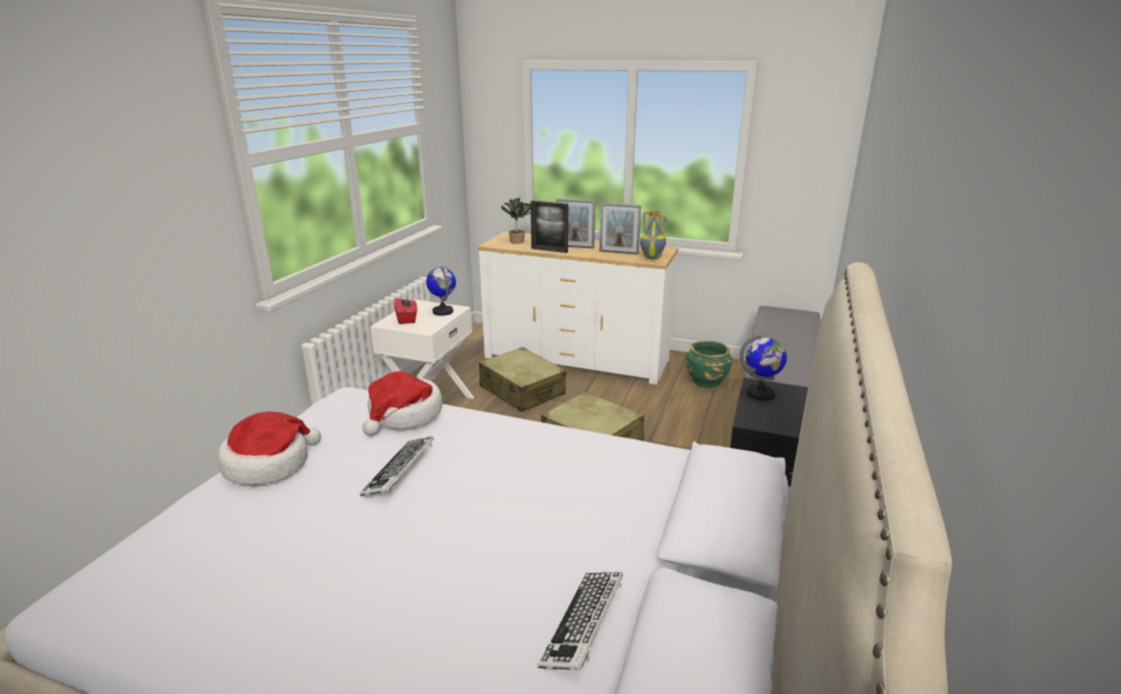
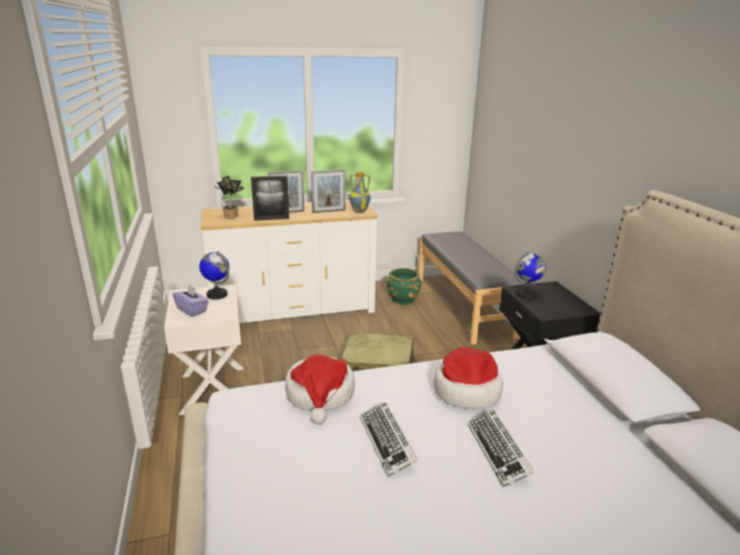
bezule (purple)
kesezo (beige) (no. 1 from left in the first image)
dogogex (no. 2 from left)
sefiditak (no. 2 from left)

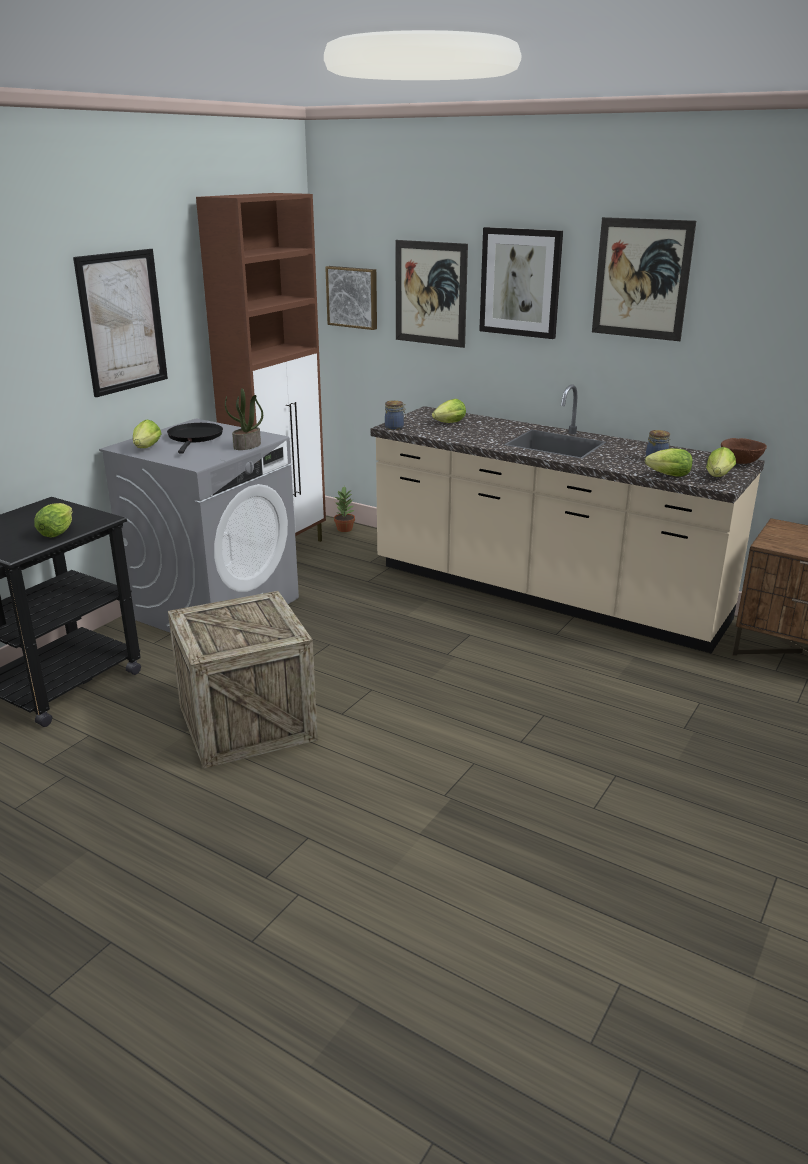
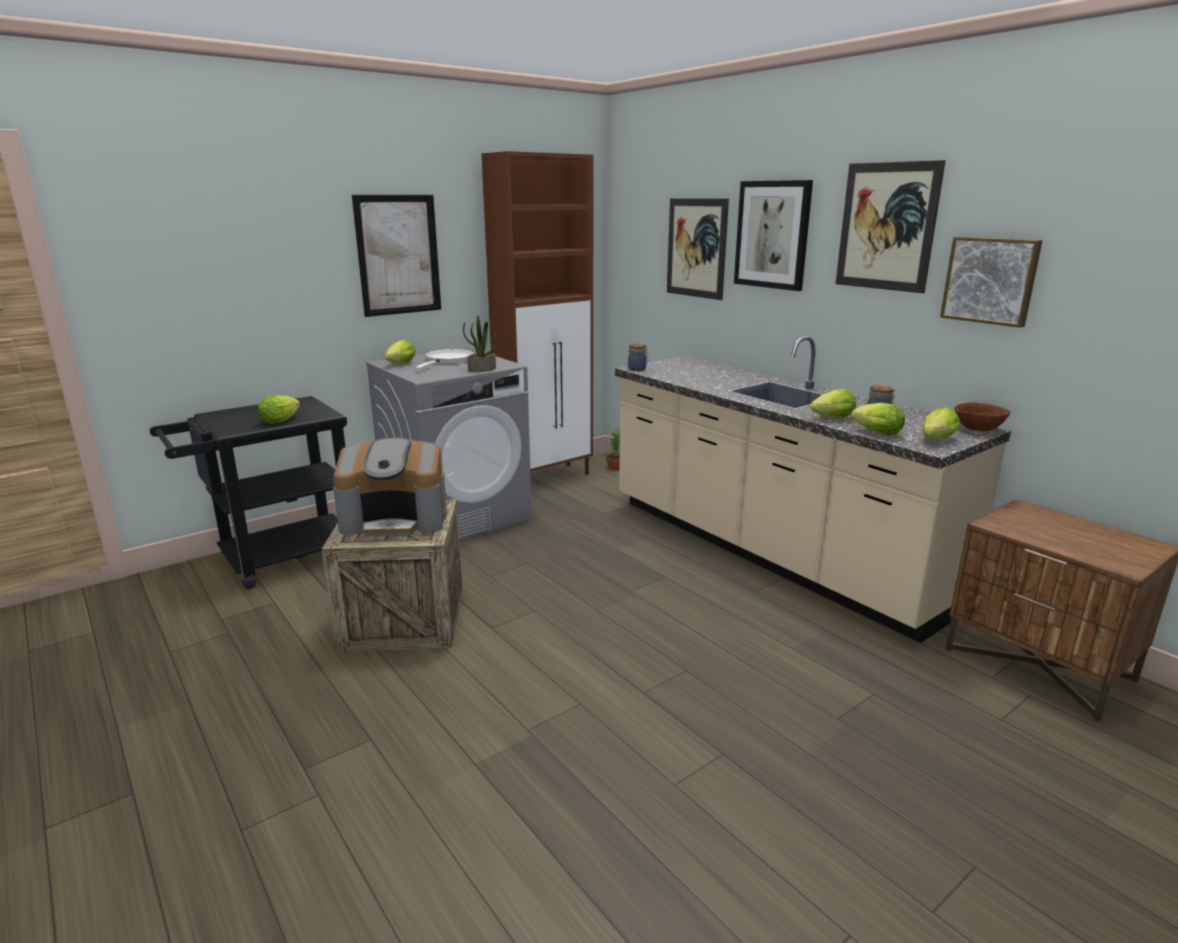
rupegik (no. 5 from left)
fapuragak (no. 3 from left)
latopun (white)
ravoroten

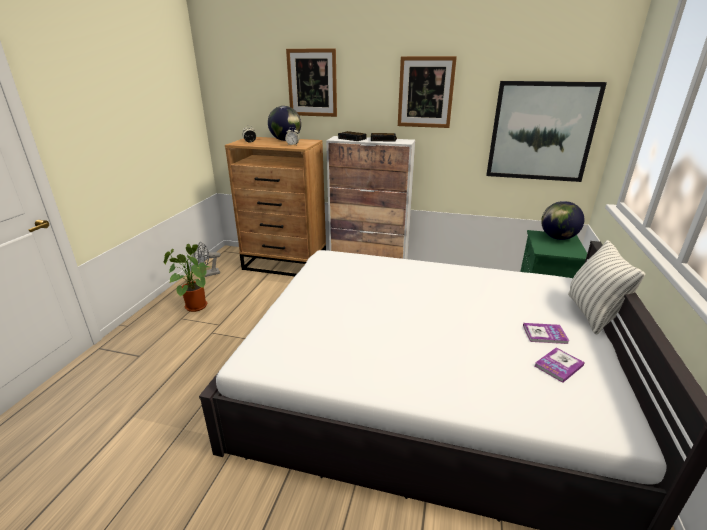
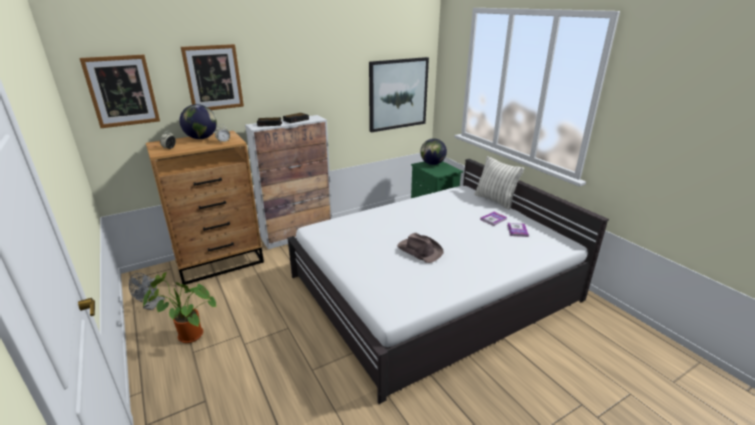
rupegik (no. 1 from left)
dogogex (brown)

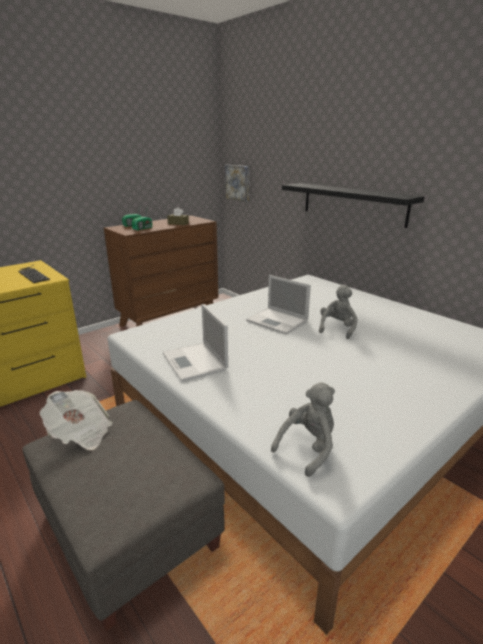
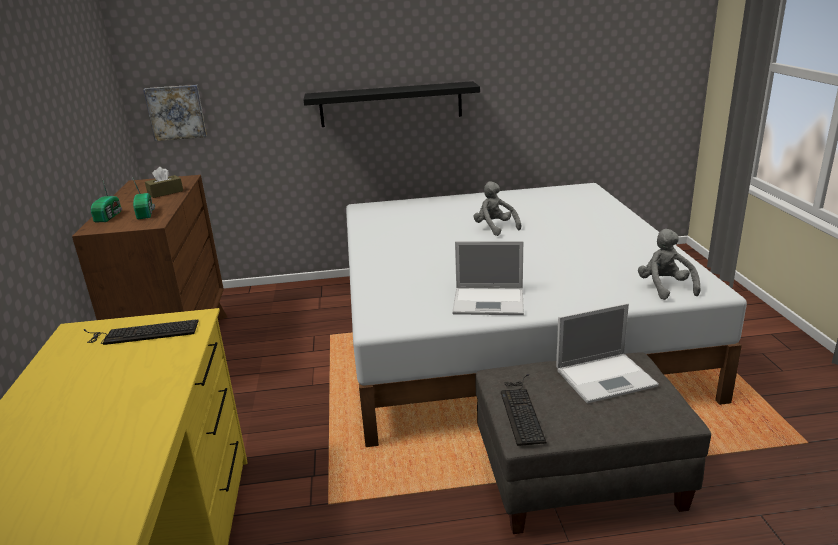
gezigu (no. 2 from left)
sefiditak (no. 2 from left)

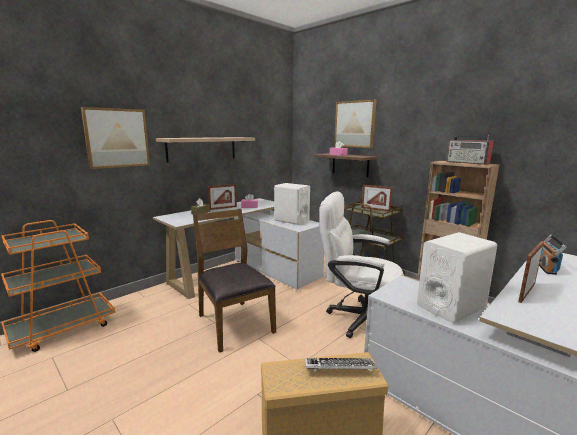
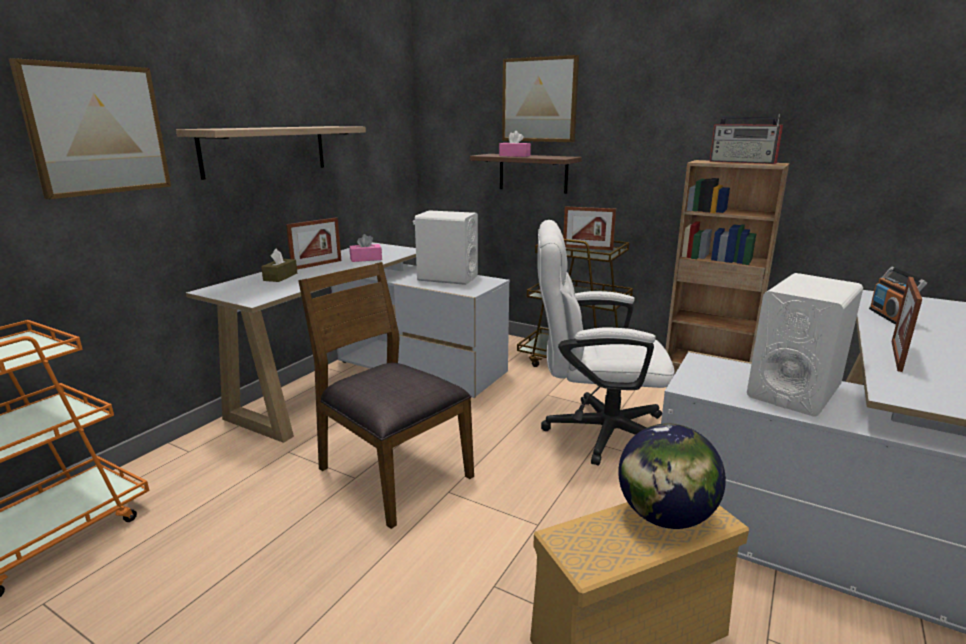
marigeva

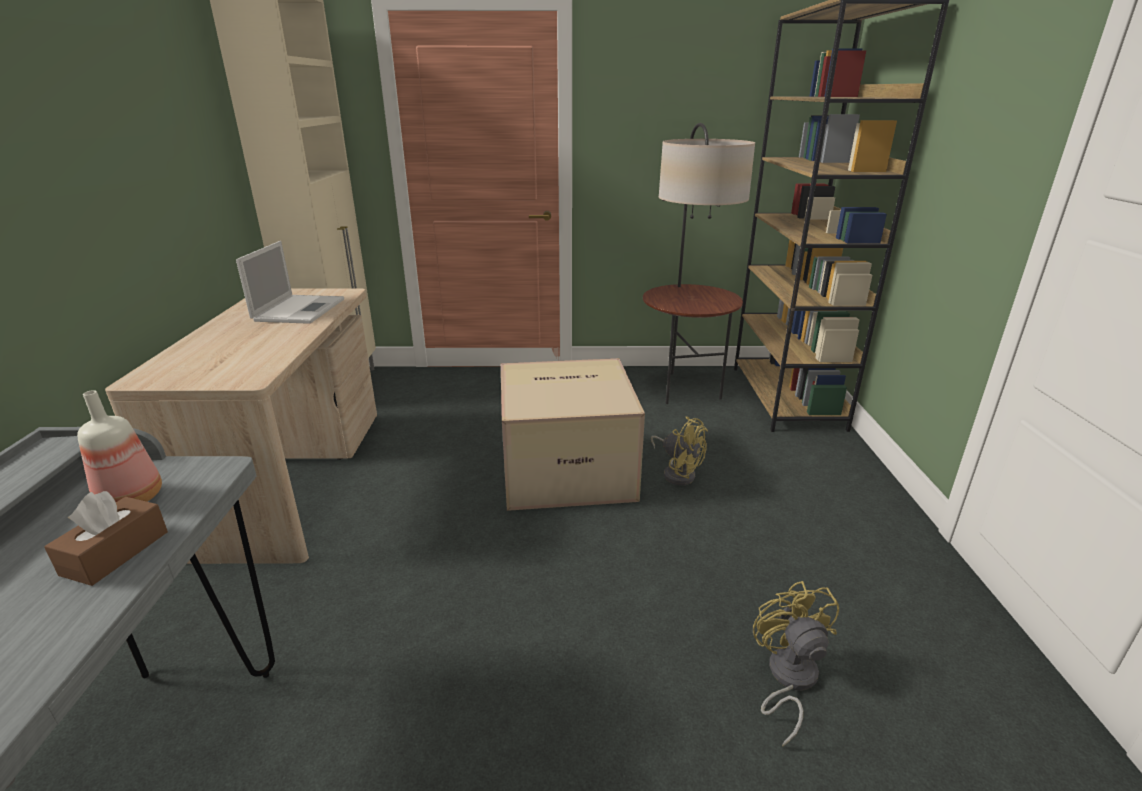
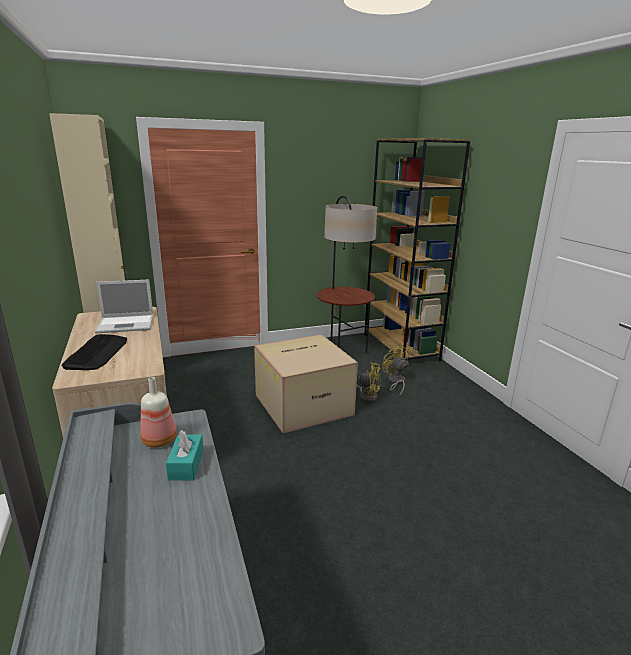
gezigu
bezule (turquoise)
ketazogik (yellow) (no. 2 from left)
sefiditak

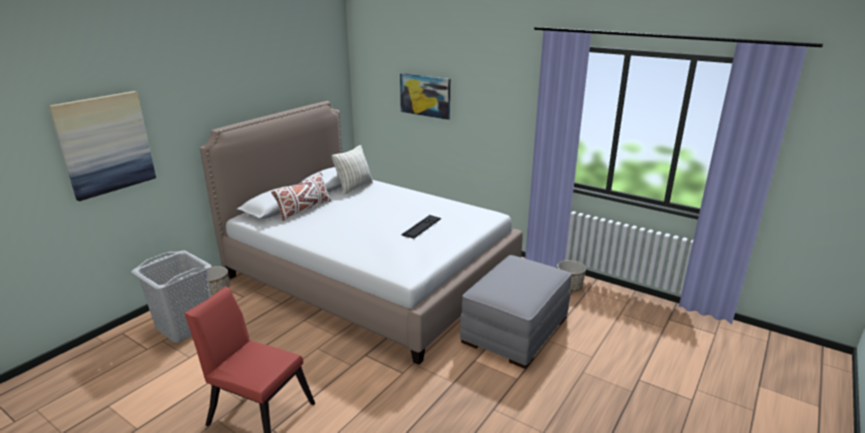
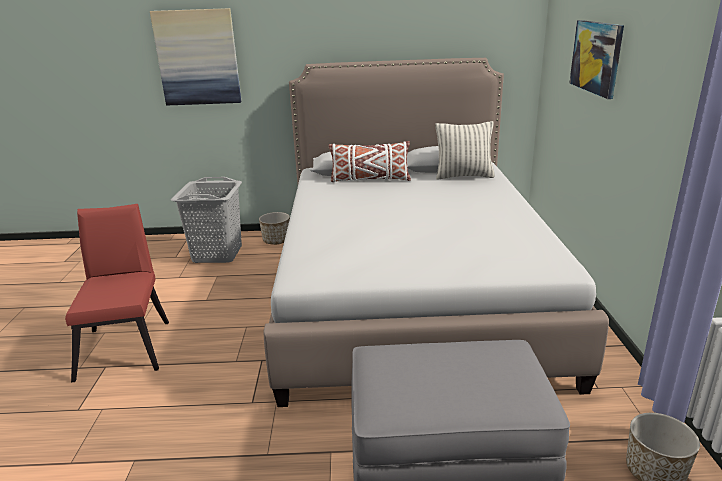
sefiditak

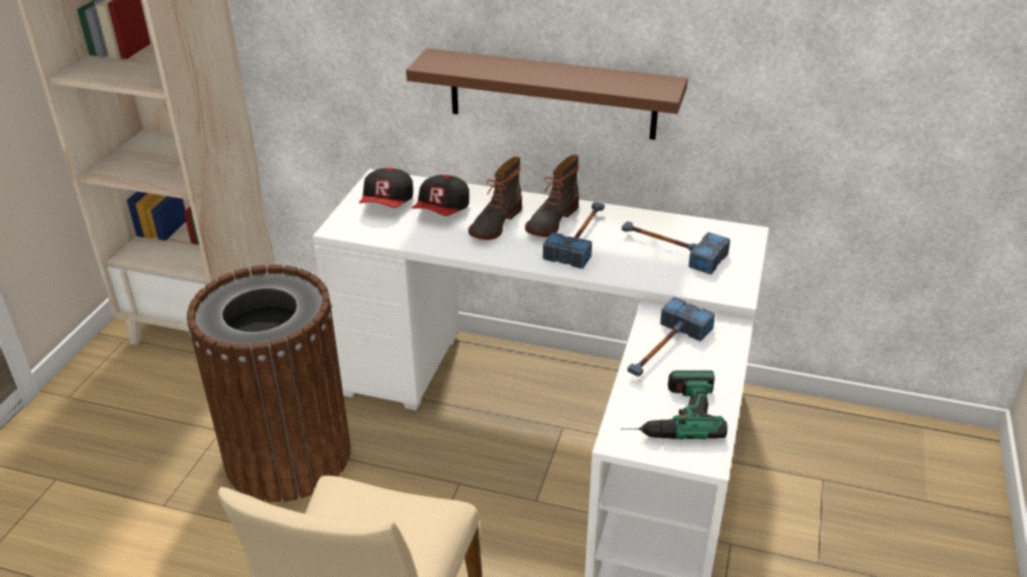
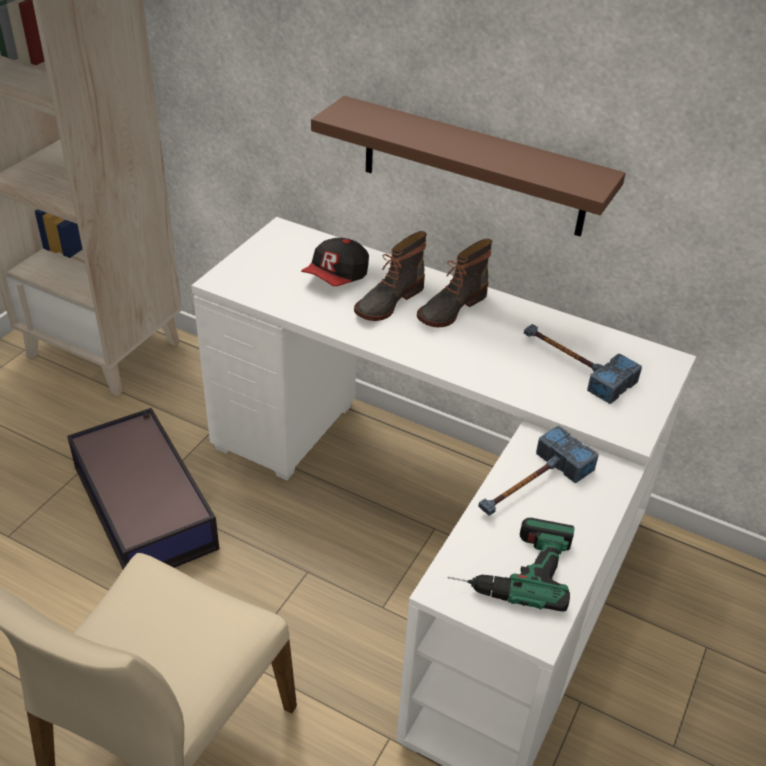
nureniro (no. 1 from left in the first image)
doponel (no. 1 from left in the first image)
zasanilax

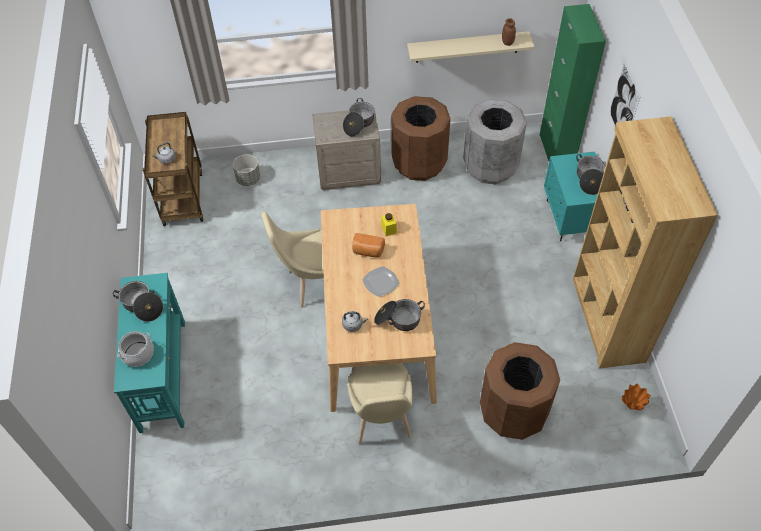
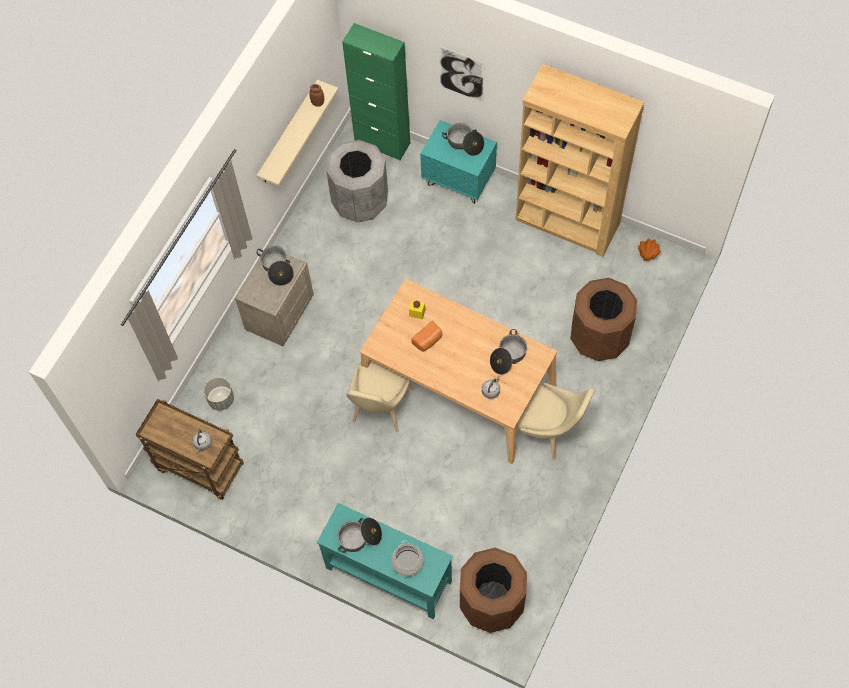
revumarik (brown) (no. 1 from left)
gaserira

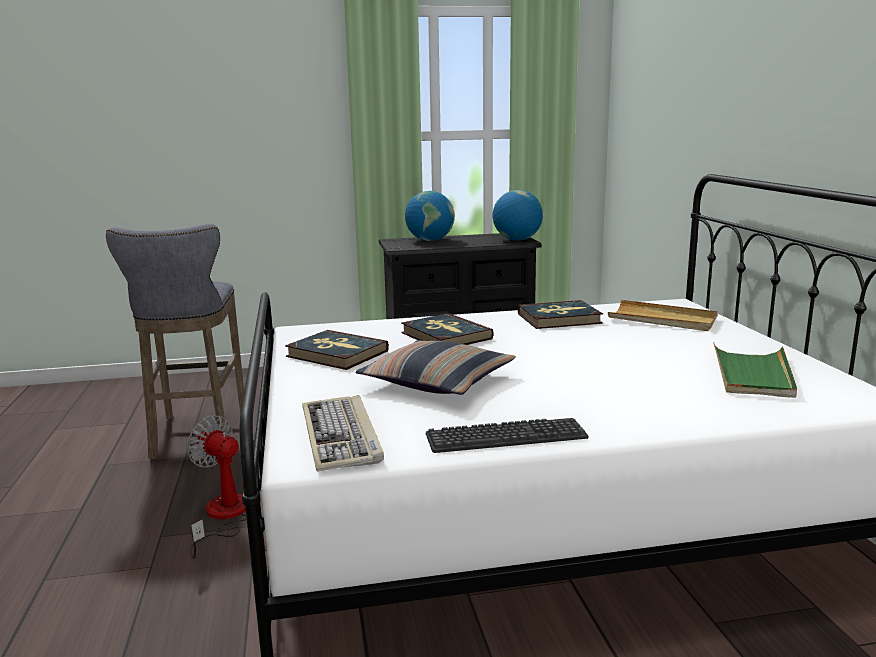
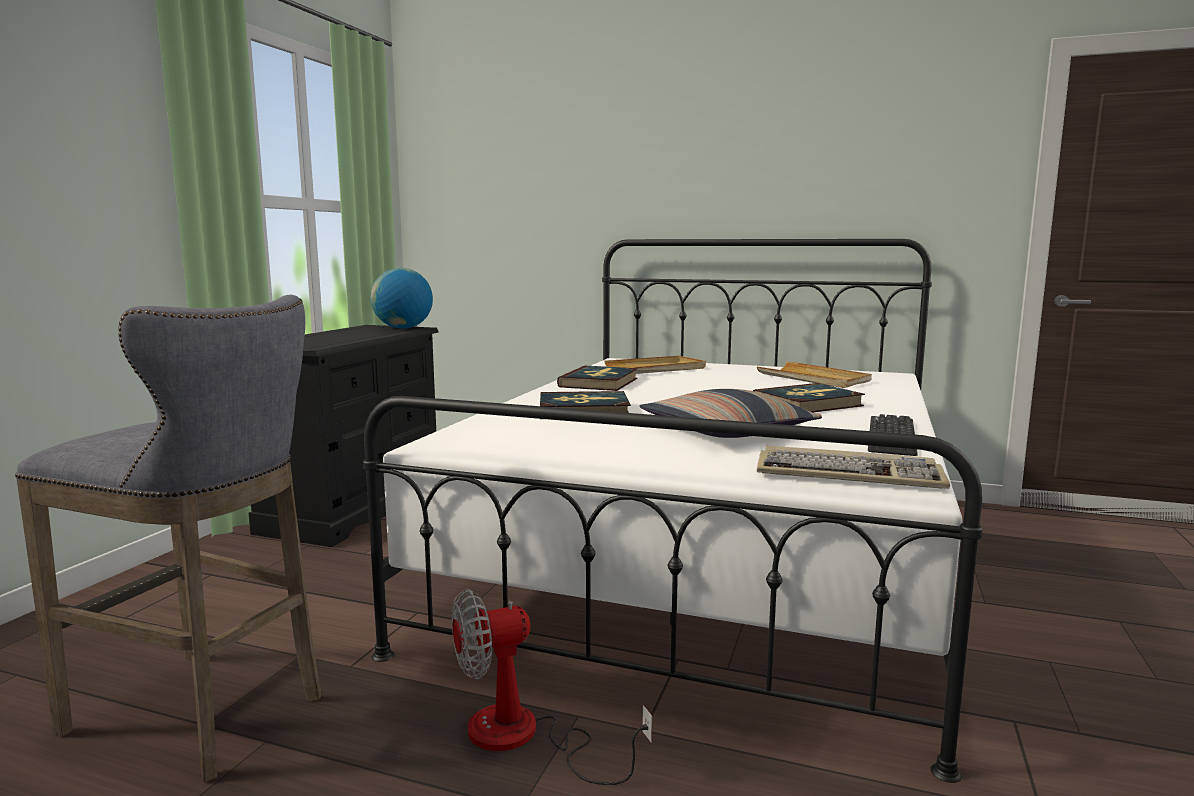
marigeva (no. 1 from left in the first image)
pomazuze (no. 3 from left)
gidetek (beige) (no. 2 from left)

